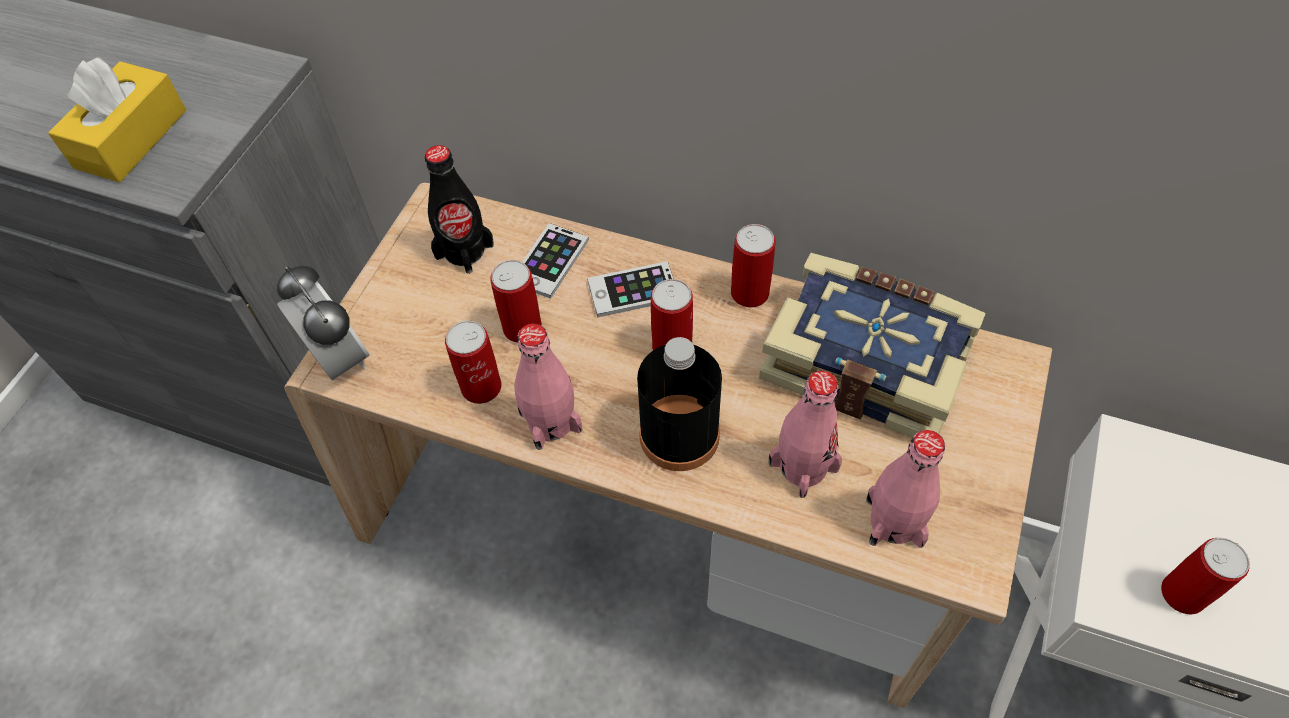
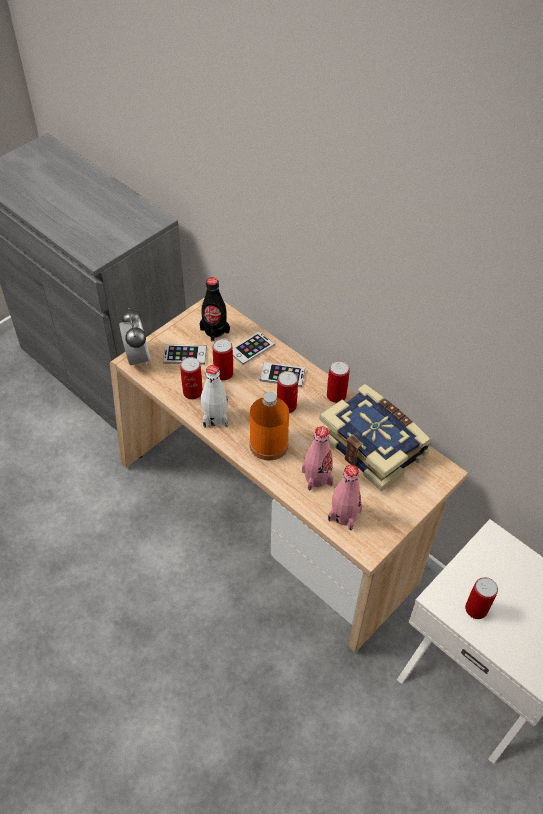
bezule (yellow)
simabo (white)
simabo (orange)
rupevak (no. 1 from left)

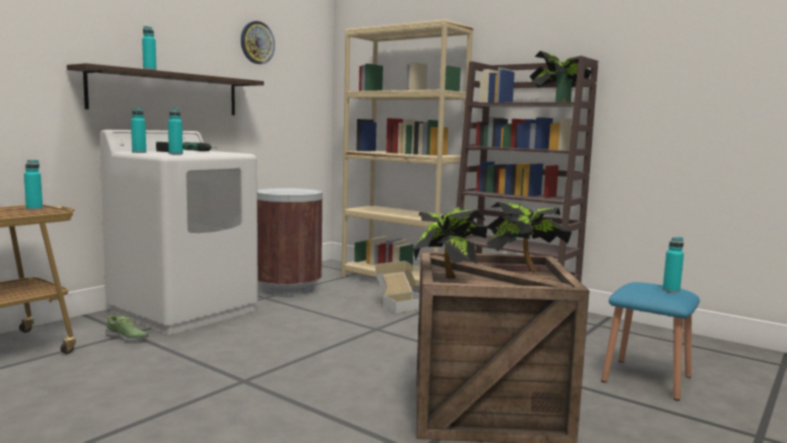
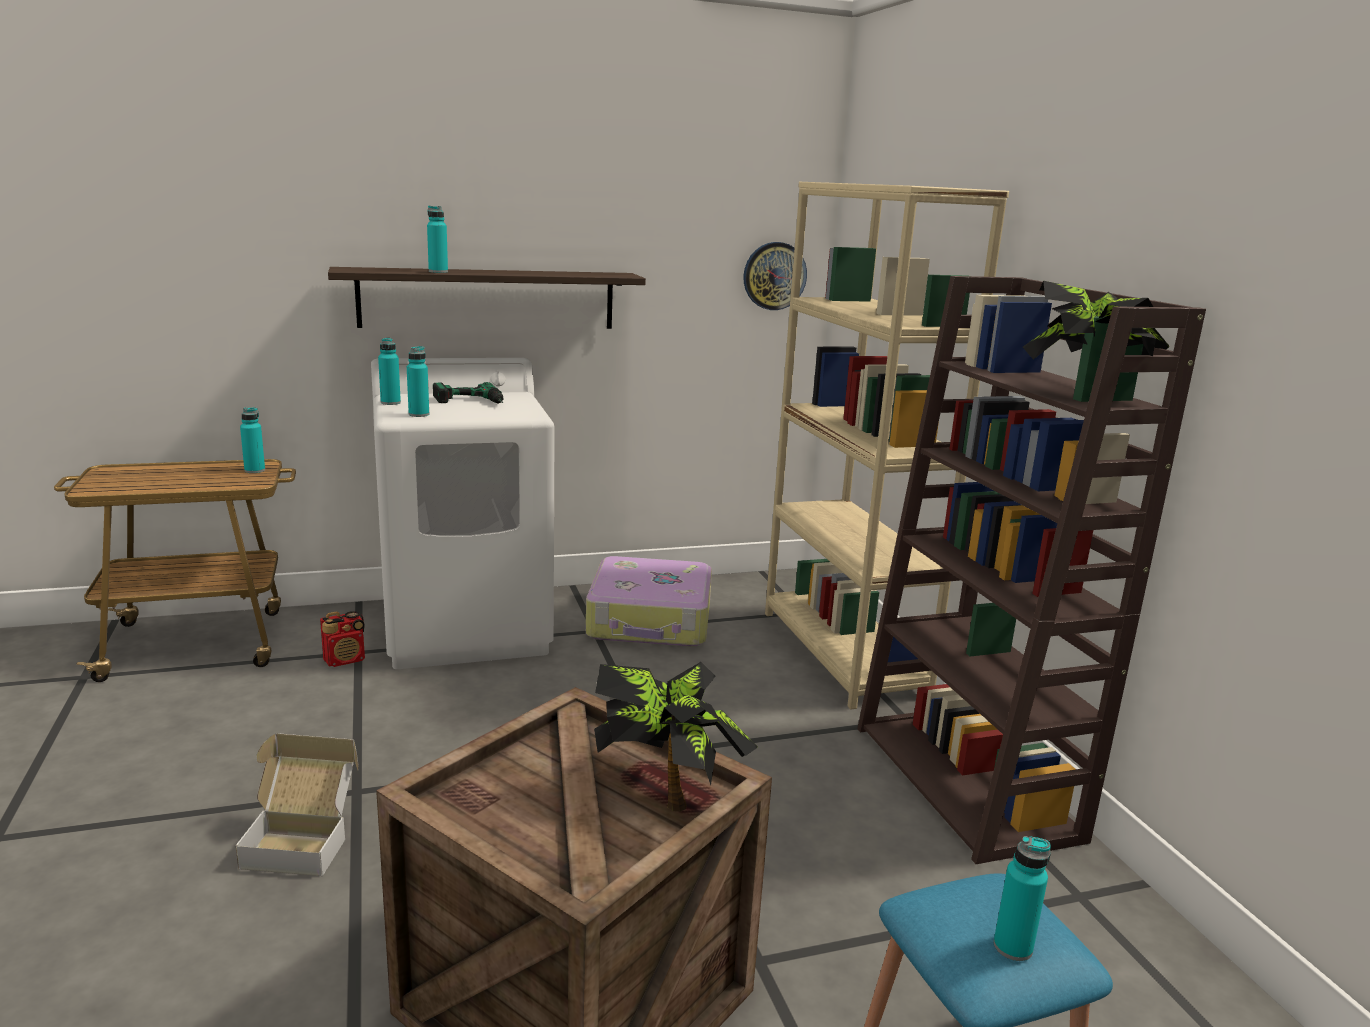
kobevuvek
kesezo
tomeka (no. 1 from left in the first image)
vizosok
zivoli

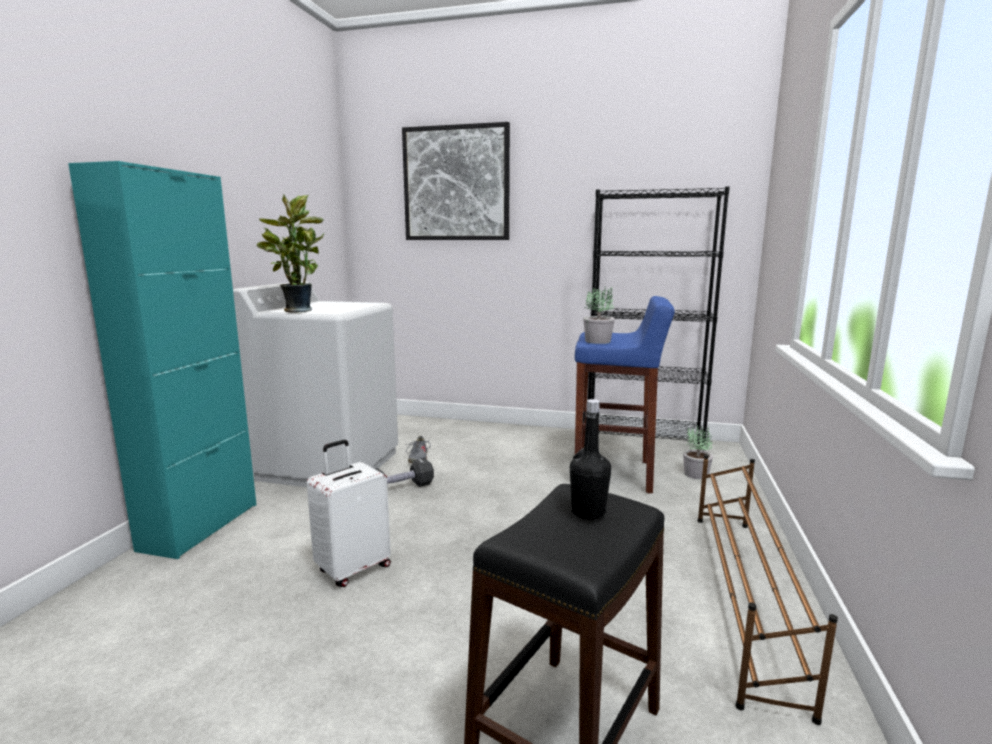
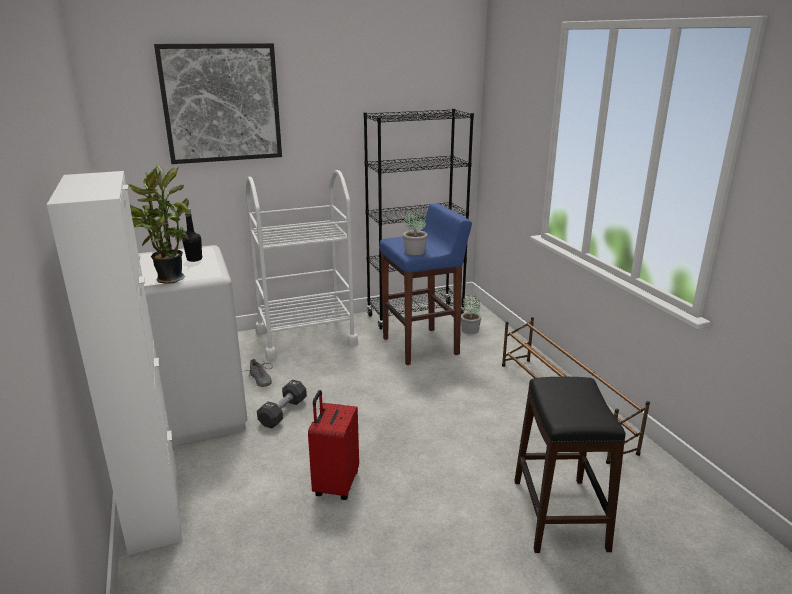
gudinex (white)
simabo (black)
kesezo (red)
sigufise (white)

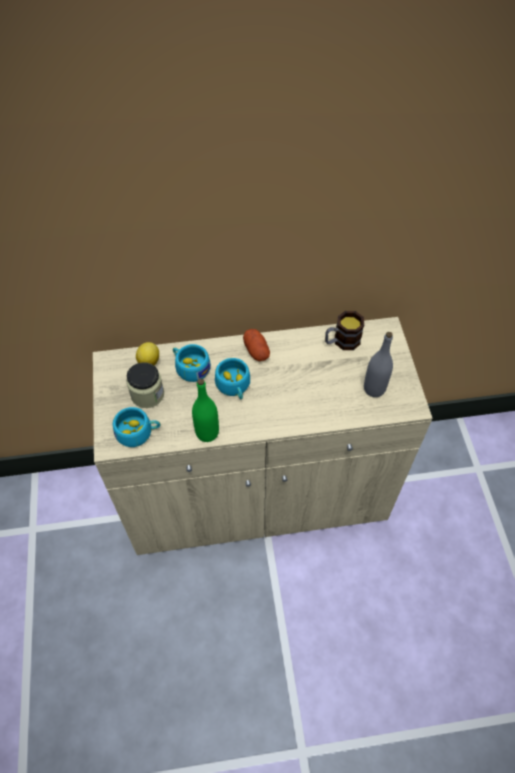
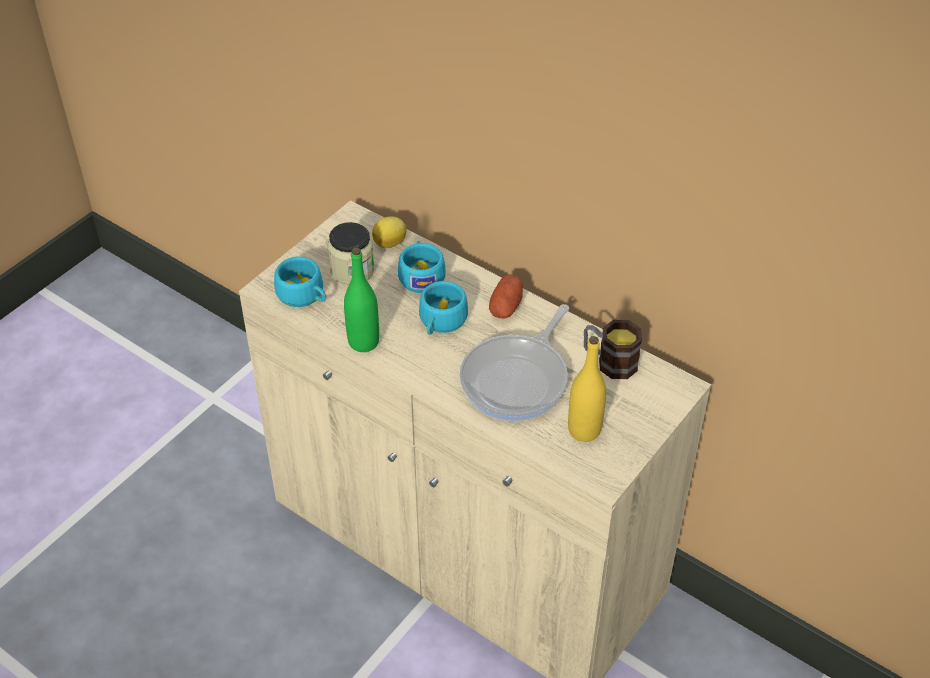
simabo (yellow)
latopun

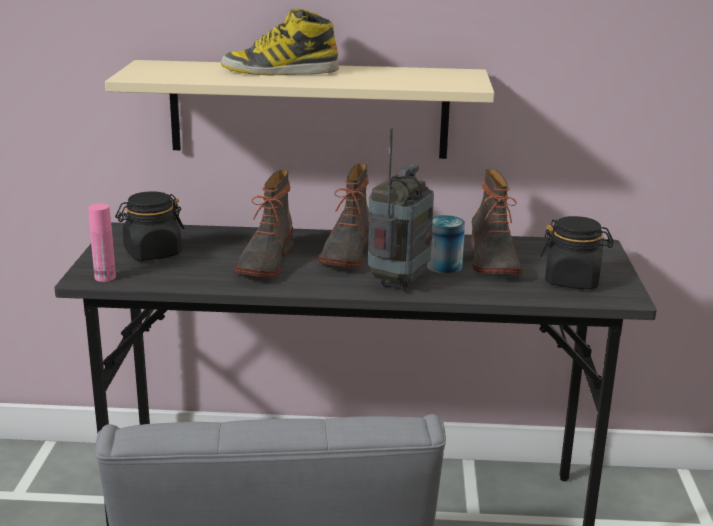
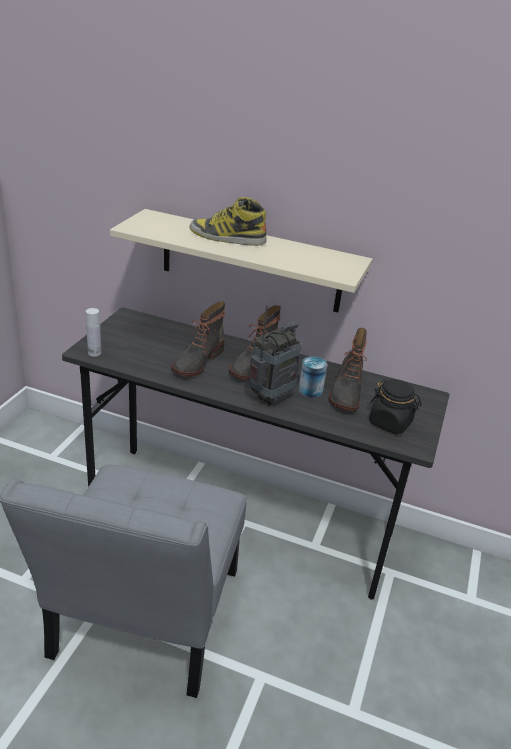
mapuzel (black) (no. 1 from left in the first image)
simabo (white)

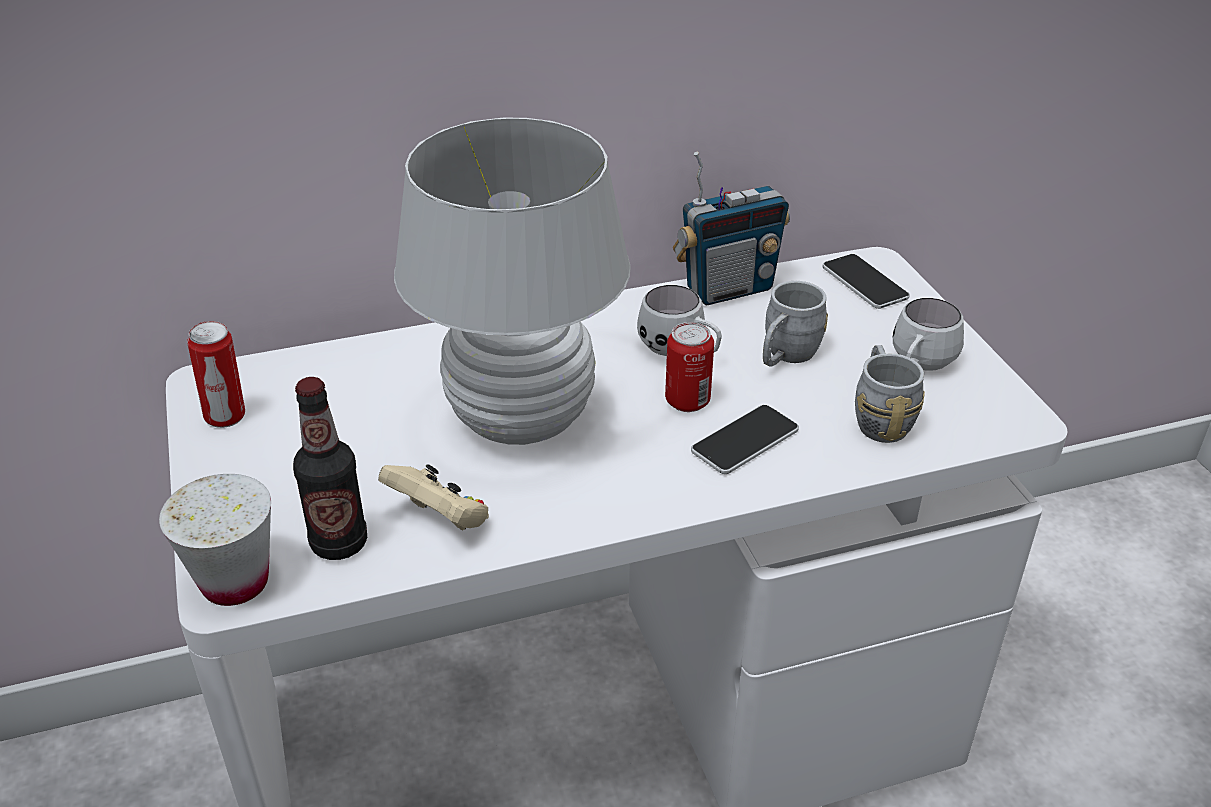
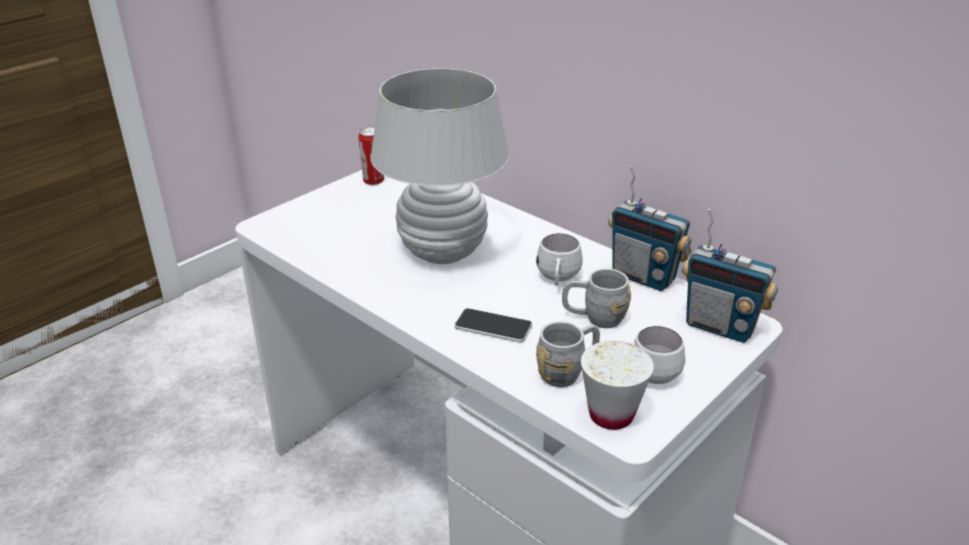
zivoli (no. 2 from left)
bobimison (no. 2 from left in the first image)
simabo
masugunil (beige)
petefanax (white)

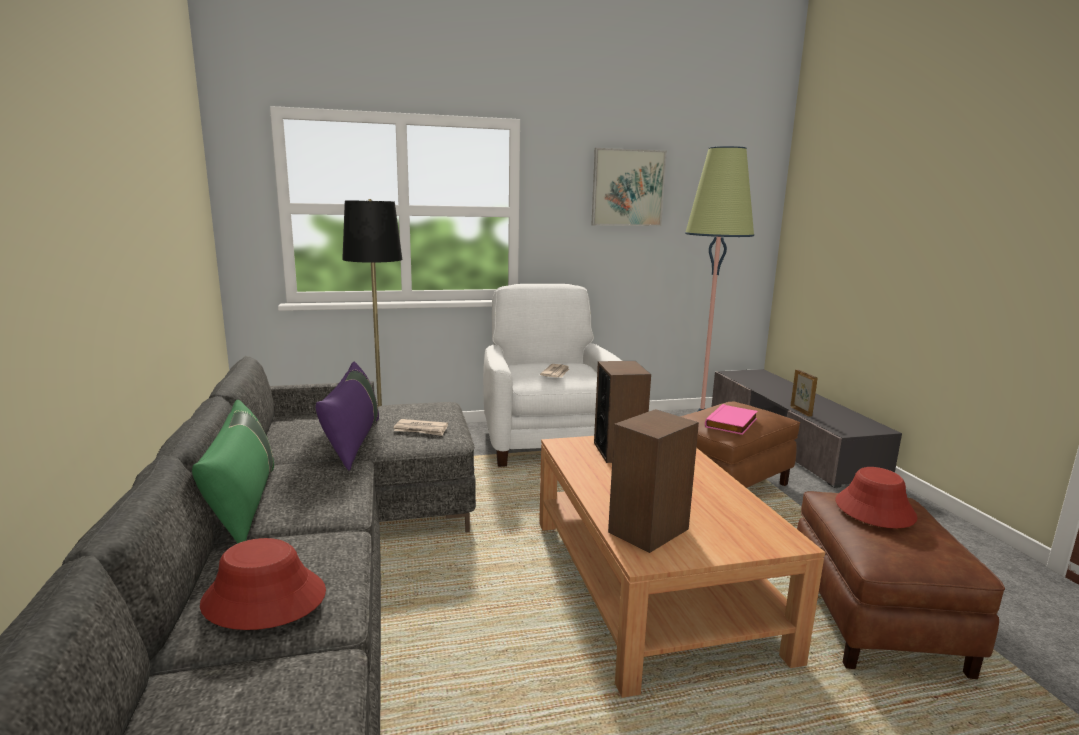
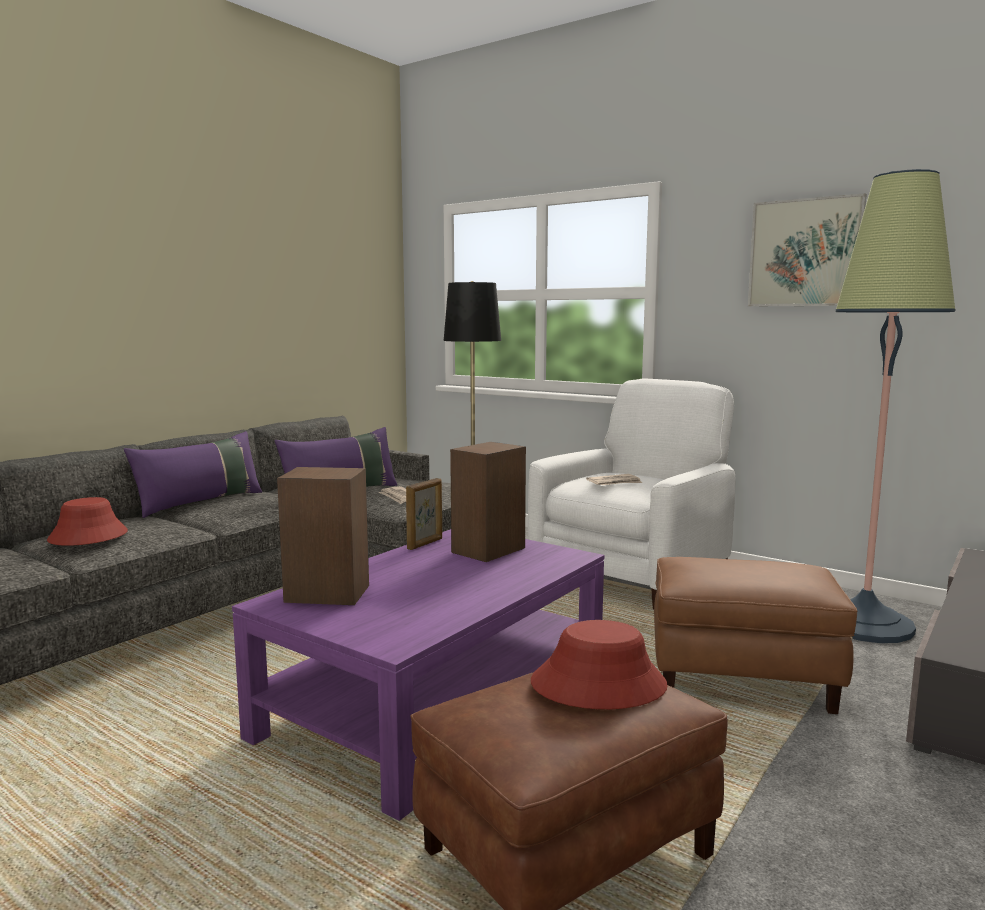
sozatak
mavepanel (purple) (no. 1 from left)
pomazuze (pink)
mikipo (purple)

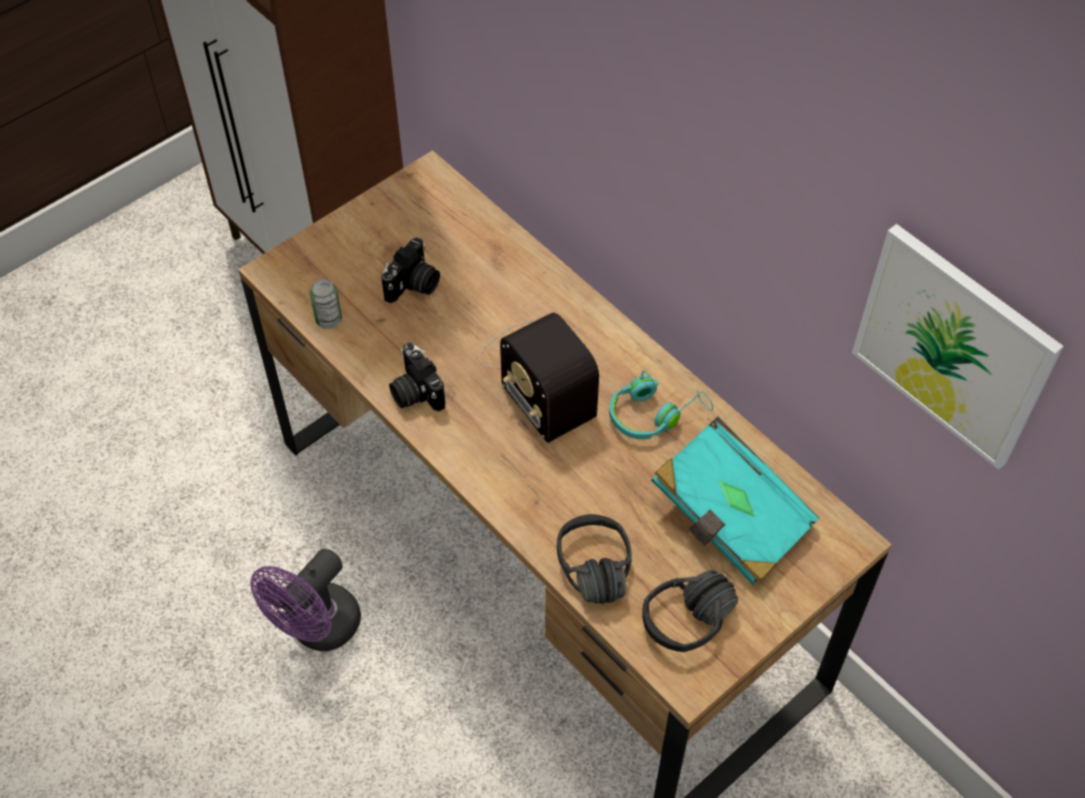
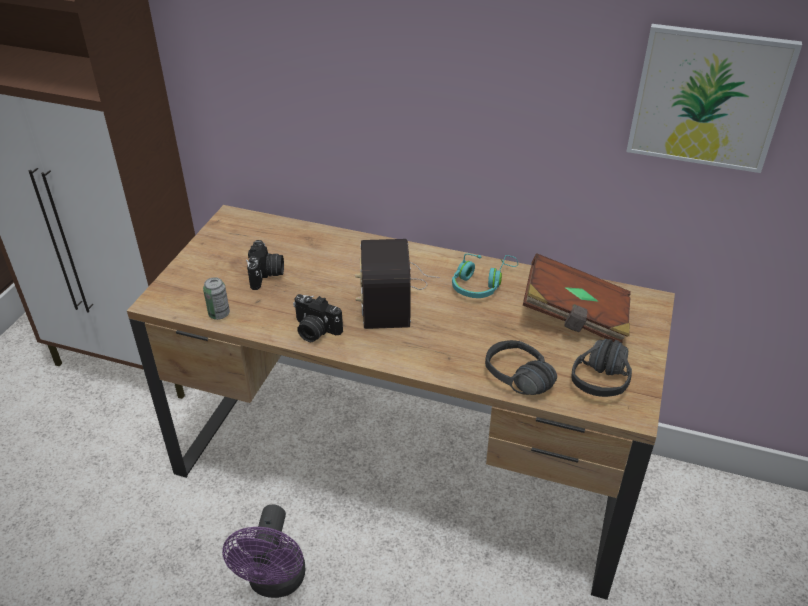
zivoli
pomazuze (brown)

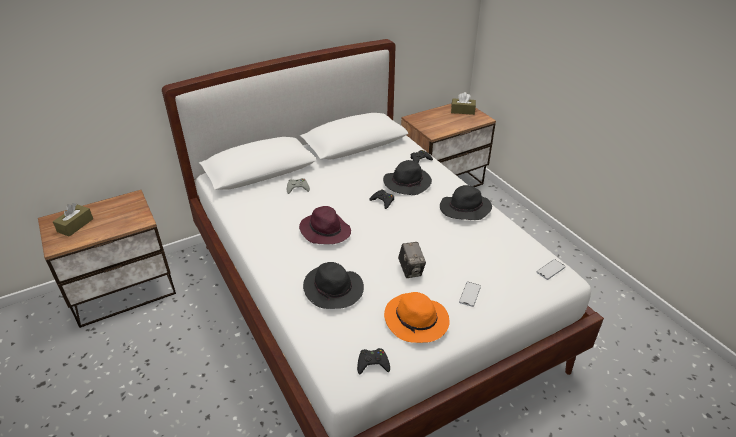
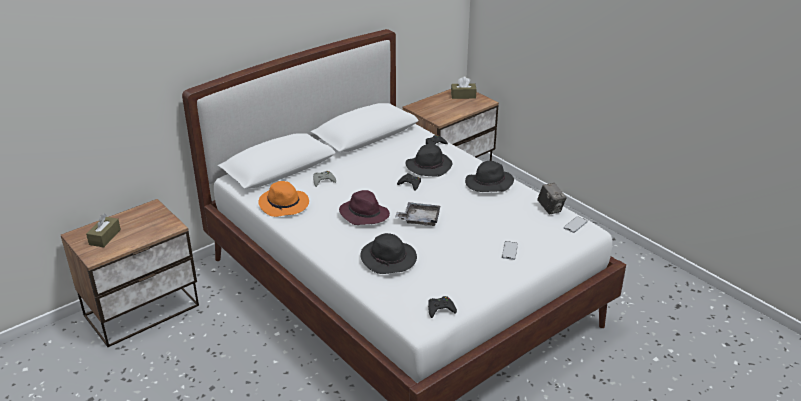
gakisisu
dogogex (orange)
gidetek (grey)

